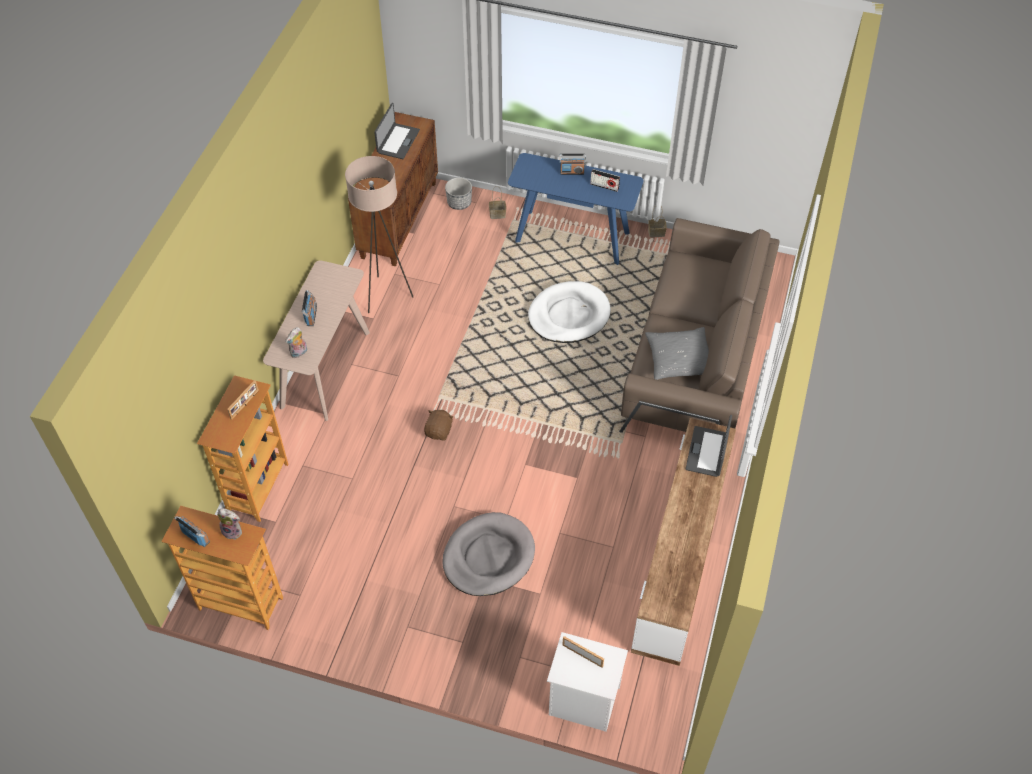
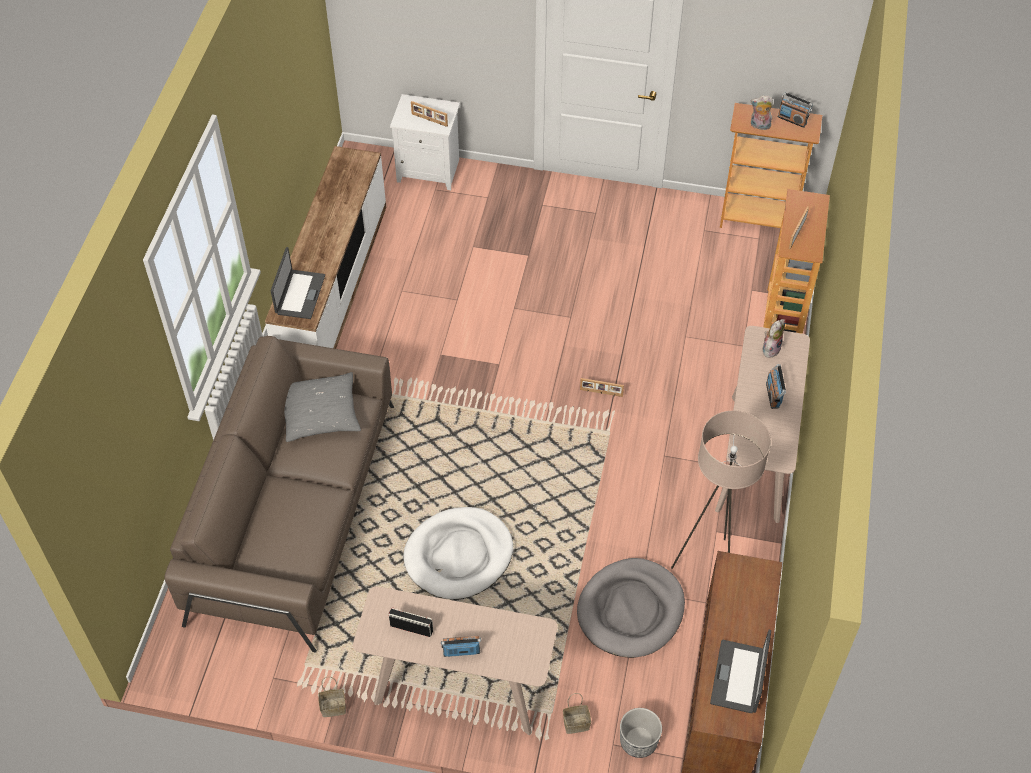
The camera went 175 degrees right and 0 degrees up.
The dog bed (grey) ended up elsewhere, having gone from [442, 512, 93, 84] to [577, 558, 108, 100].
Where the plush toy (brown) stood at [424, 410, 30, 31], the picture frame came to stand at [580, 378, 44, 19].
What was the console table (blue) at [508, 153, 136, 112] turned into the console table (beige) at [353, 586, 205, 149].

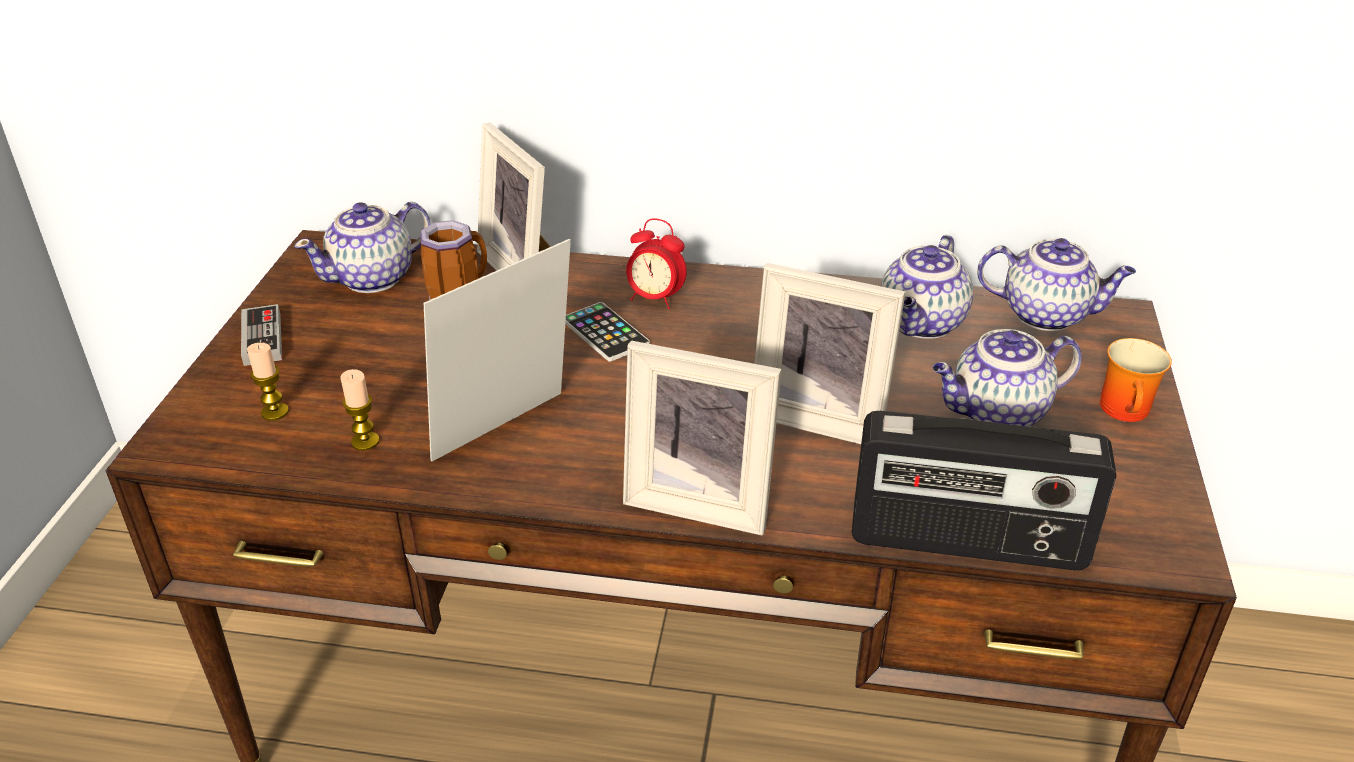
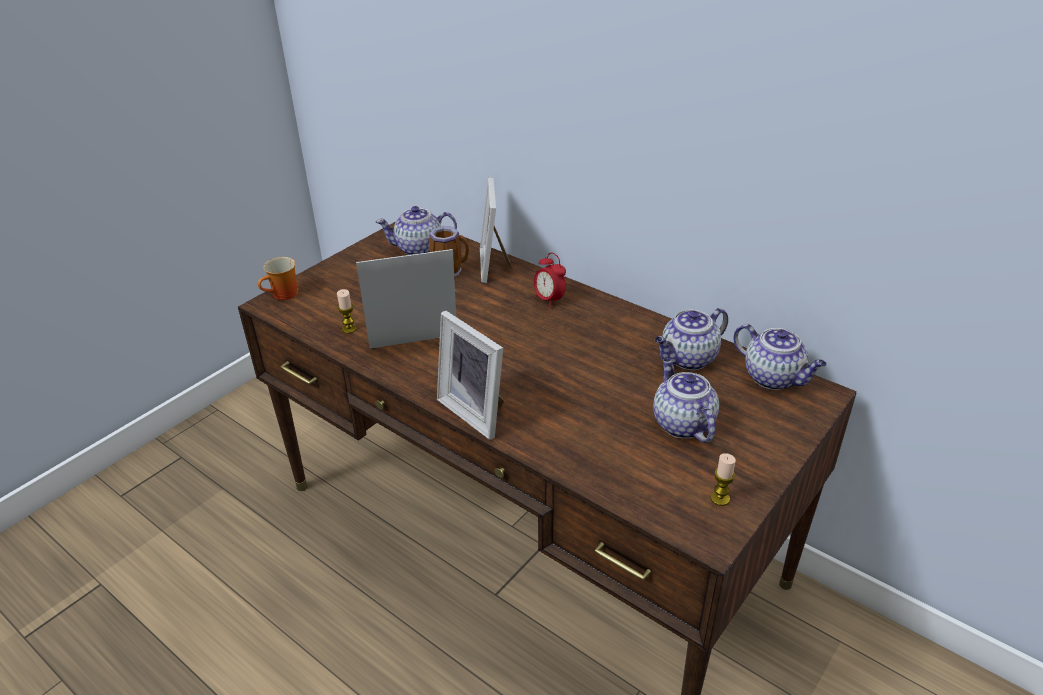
The camera went 30 degrees right and 0 degrees up.
The second view lost the game controller at [241, 304, 41, 62].
The second view lost the phone at [565, 302, 85, 60].
The second view lost the picture frame at [754, 263, 152, 181].
The second view lost the radio at [852, 411, 264, 159].
The candle ended up elsewhere, having gone from [247, 343, 42, 77] to [711, 453, 25, 53].
The mug ended up elsewhere, having gone from [1100, 338, 72, 84] to [258, 257, 40, 43].
The teapot at [933, 329, 149, 98] ended up facing another way, 60 degrees clockwise from before.

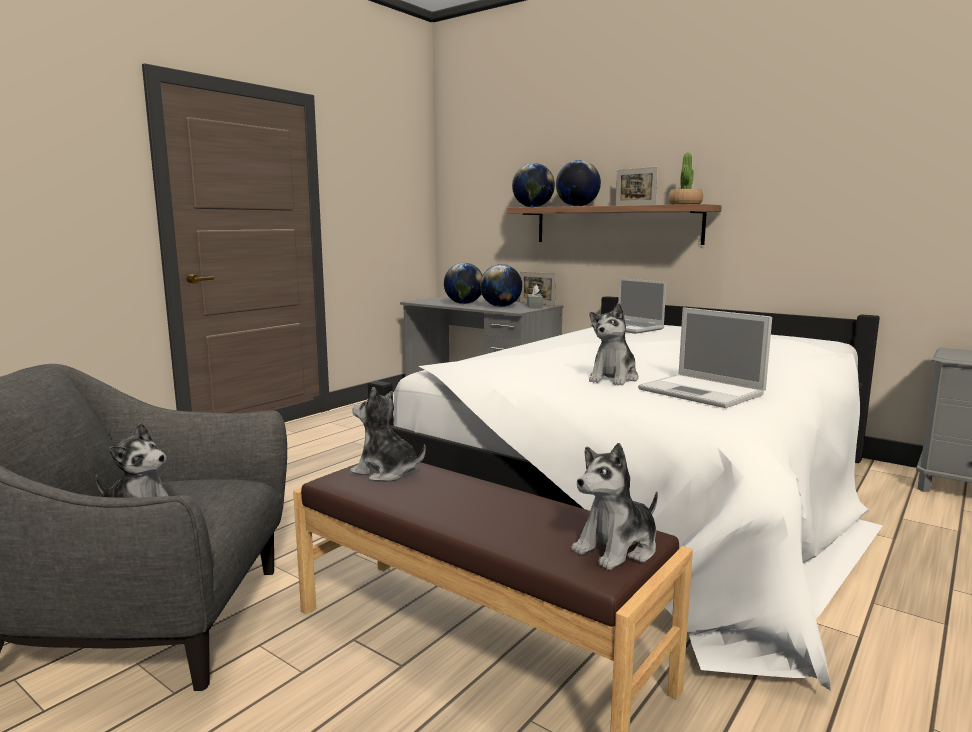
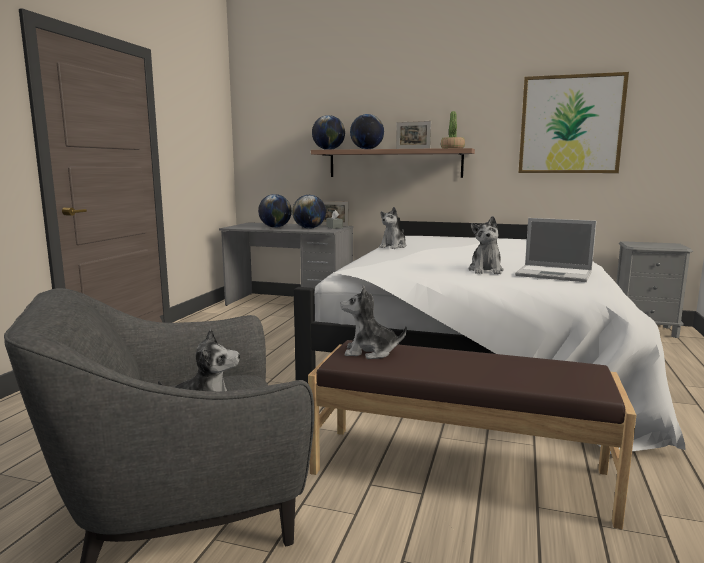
The camera went 20 degrees left and 0 degrees up.
The second view lost the laptop at [590, 278, 76, 56].
The second view gained the picture at [518, 72, 111, 101].
The plush toy ended up elsewhere, having gone from [571, 443, 87, 127] to [379, 207, 27, 42].

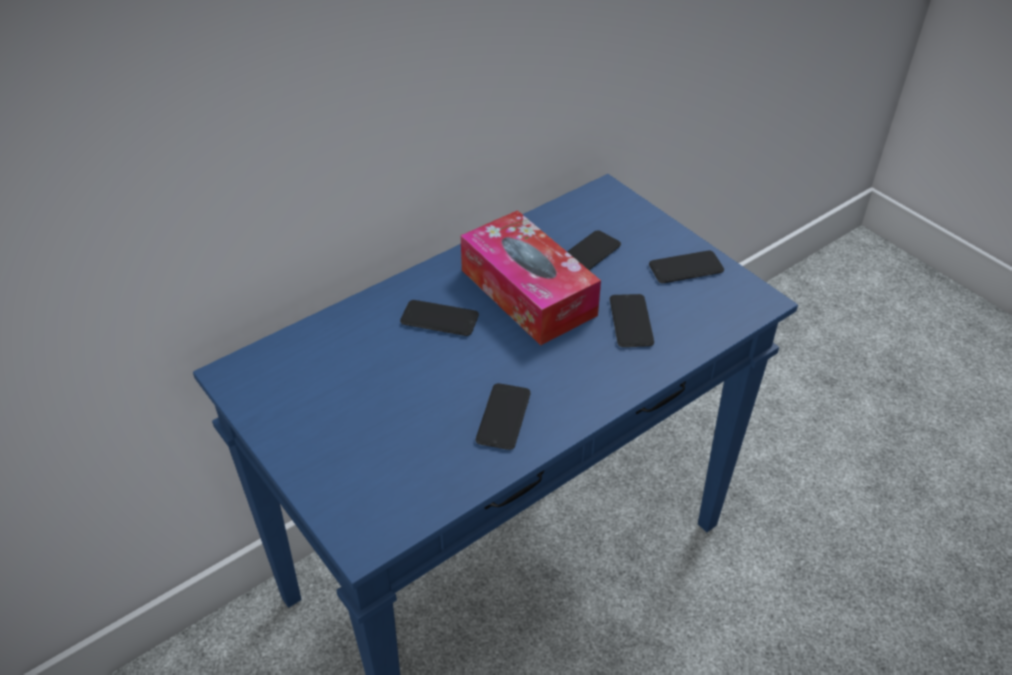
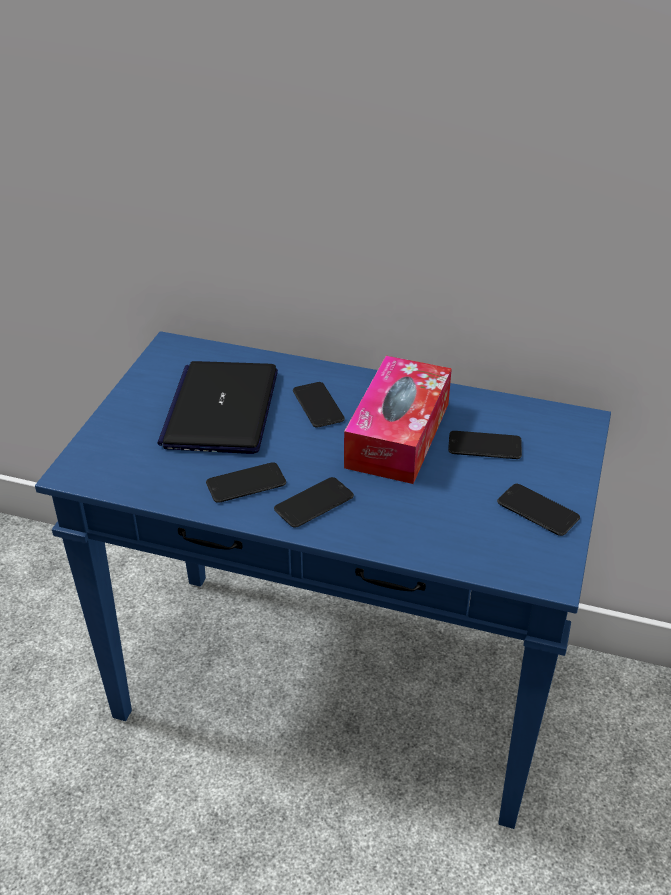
The camera went 55 degrees right and 5 degrees down.
The second view gained the laptop at [158, 361, 120, 93].
The phone ended up elsewhere, having gone from [610, 294, 44, 53] to [274, 477, 80, 51].

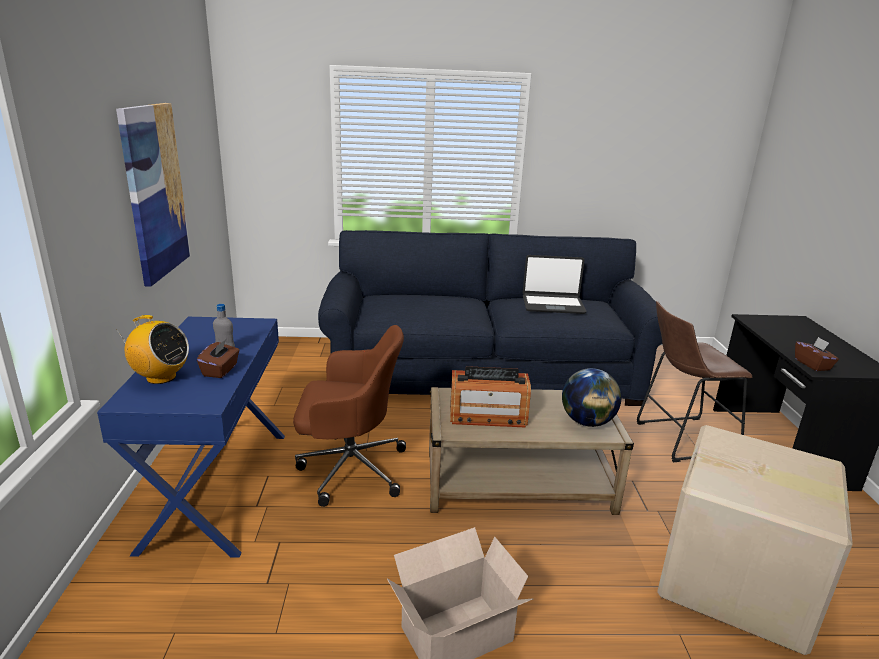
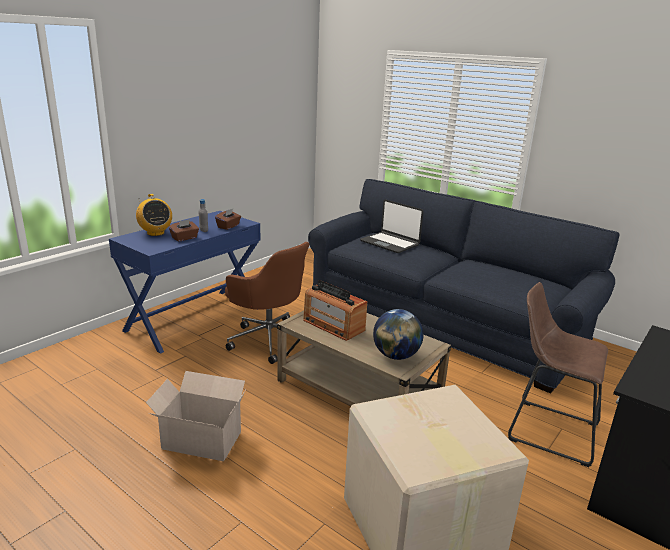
The camera went 40 degrees right and 0 degrees up.
The second view lost the picture at [116, 103, 75, 184].
The laptop ended up elsewhere, having gone from [523, 255, 64, 59] to [360, 199, 64, 54].
The tissue box (brown) ended up elsewhere, having gone from [795, 337, 44, 34] to [215, 208, 26, 22].

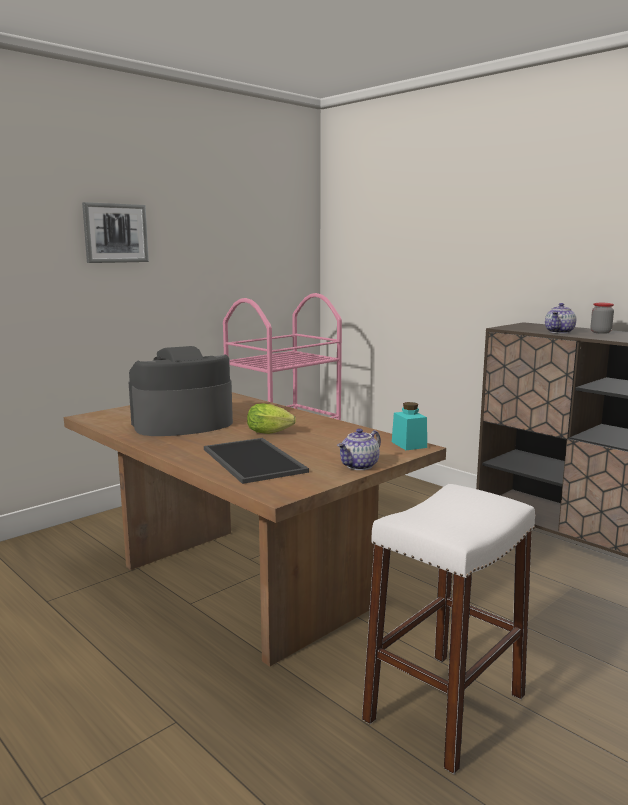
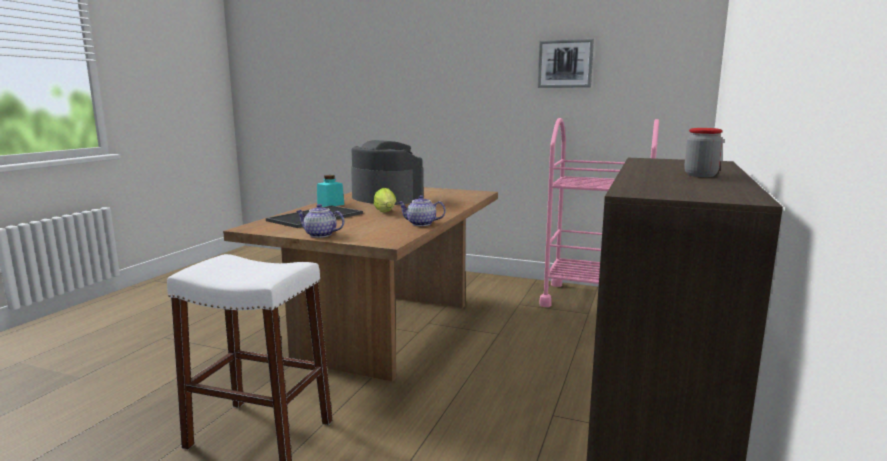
The camera went 65 degrees right and 0 degrees up.
The picture ended up elsewhere, having gone from [82, 202, 67, 61] to [538, 39, 56, 49].
The jar (turquoise) ended up elsewhere, having gone from [392, 402, 35, 48] to [317, 175, 27, 32].
The teapot ended up elsewhere, having gone from [545, 303, 31, 31] to [397, 195, 49, 31].

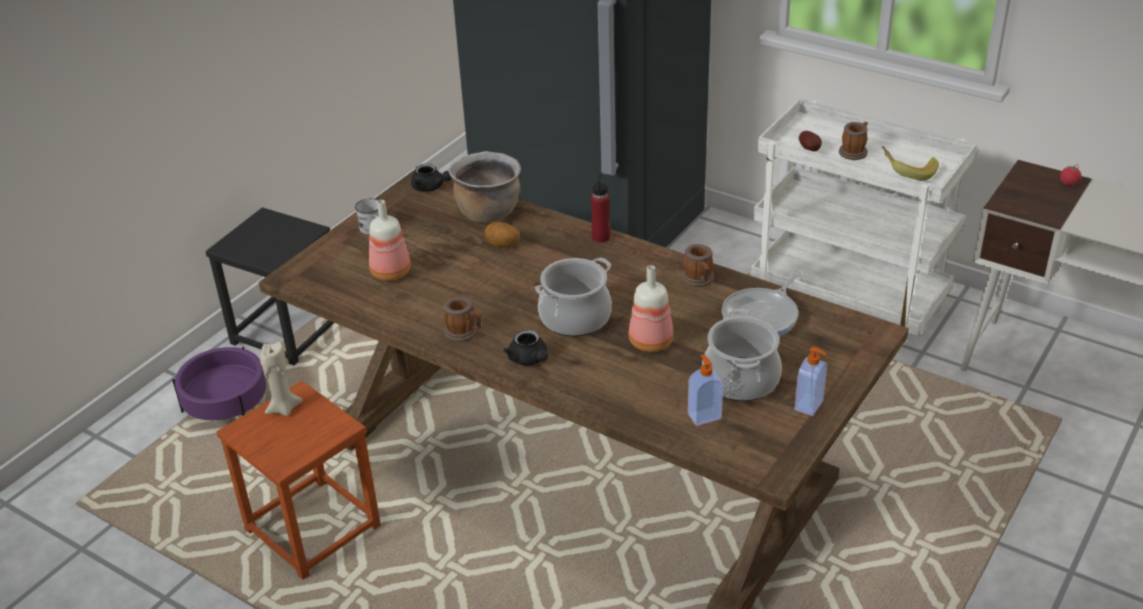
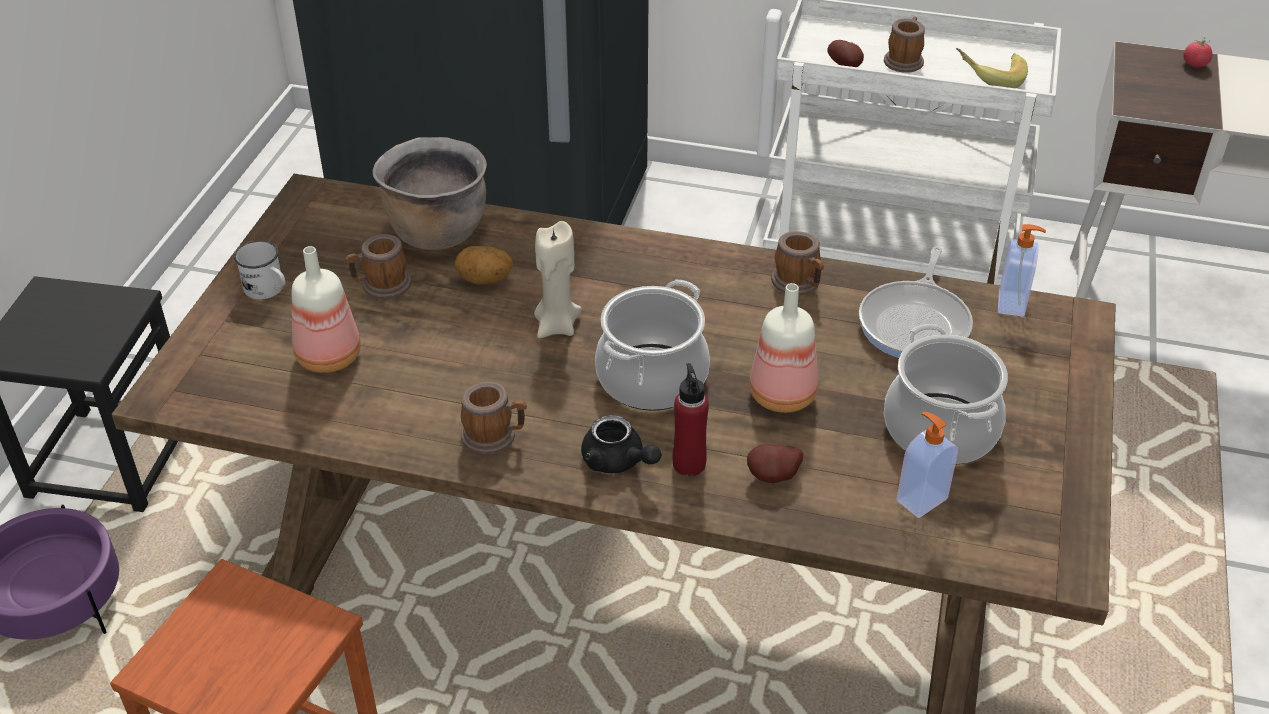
The camera went 20 degrees left and 5 degrees up.
The second view lost the teapot (black) at [411, 164, 41, 28].
The second view gained the mug at [345, 234, 66, 65].
The second view gained the potato at [747, 444, 56, 39].
The candle (beige) ended up elsewhere, having gone from [260, 342, 43, 74] to [534, 221, 48, 117].
The bottle (red) ended up elsewhere, having gone from [591, 174, 19, 69] to [673, 363, 36, 113].
The soap dispenser ended up elsewhere, having gone from [795, 347, 32, 69] to [998, 224, 48, 93].

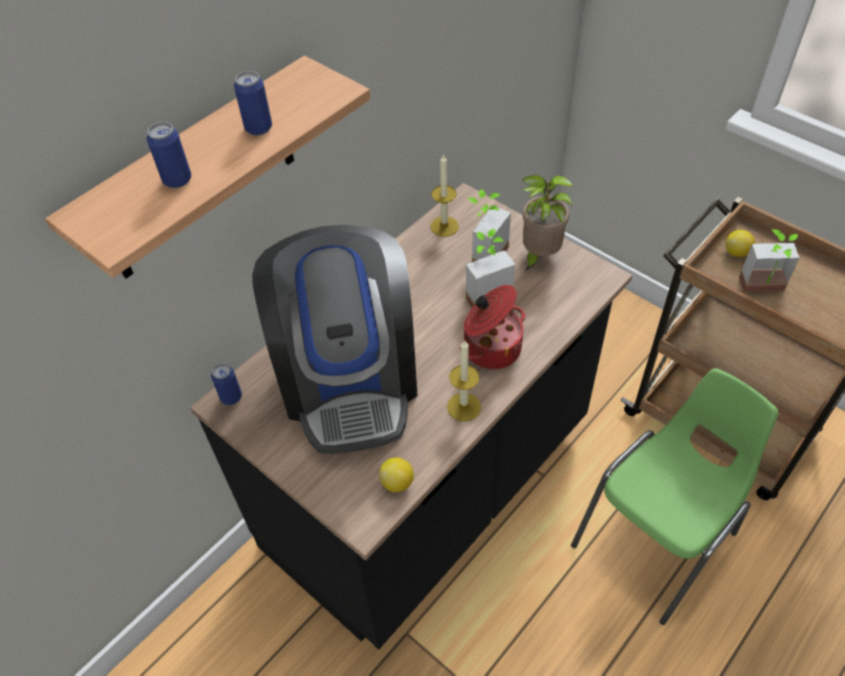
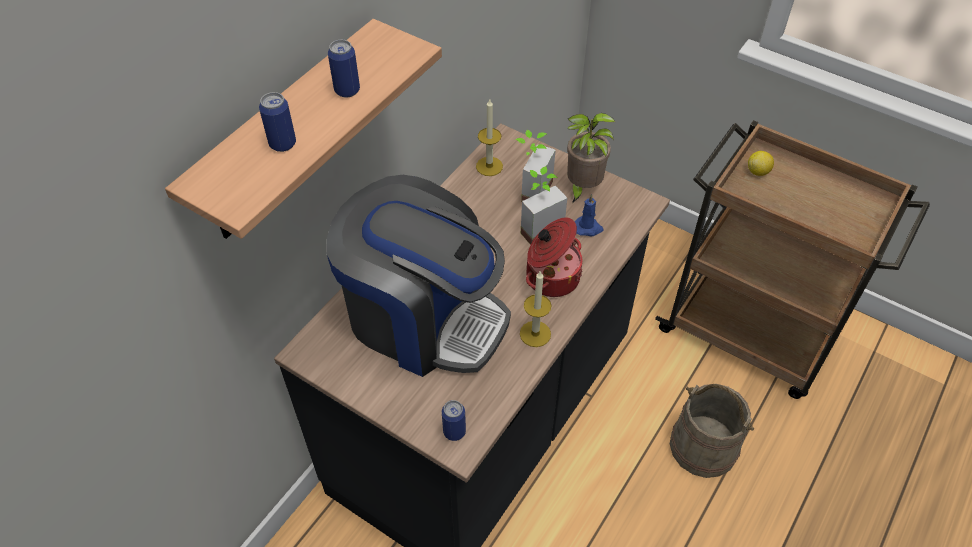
The camera went 10 degrees left and 0 degrees up.
The second view lost the lemon at [379, 457, 35, 35].
The second view lost the potted plant at [739, 229, 61, 63].
The second view gained the candle (blue) at [574, 194, 30, 42].
The can ended up elsewhere, having gone from [211, 363, 31, 42] to [442, 400, 24, 41].
Where the chair (green) stood at [571, 368, 207, 257], the bucket (beige) came to stand at [670, 384, 85, 94].
The coffee machine at [252, 225, 165, 229] ended up facing another way, 45 degrees counterclockwise from before.

